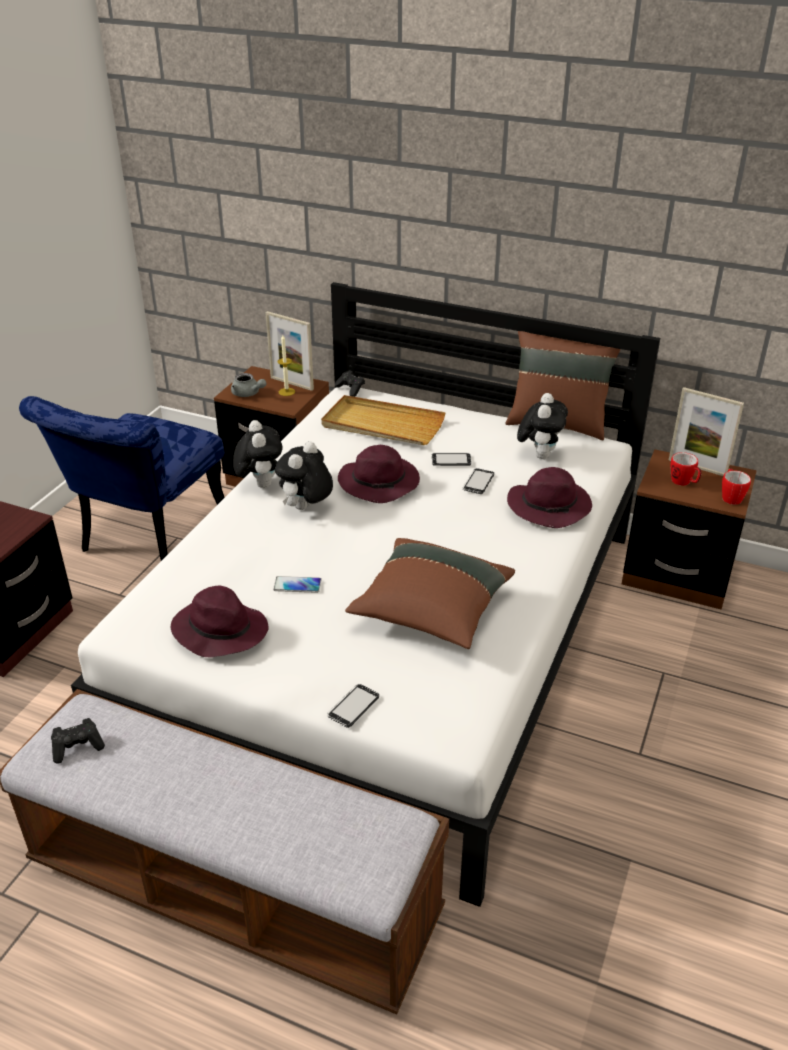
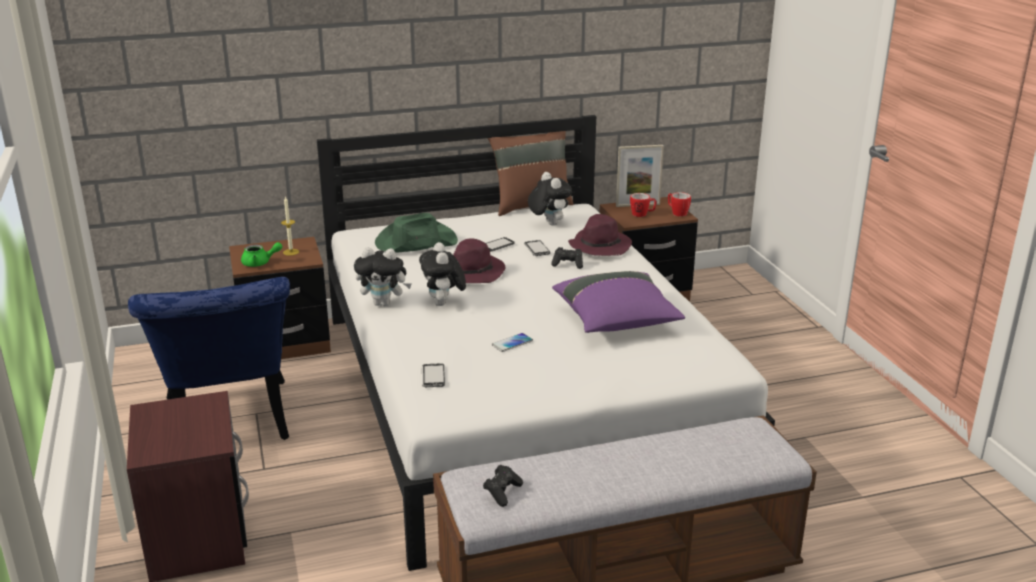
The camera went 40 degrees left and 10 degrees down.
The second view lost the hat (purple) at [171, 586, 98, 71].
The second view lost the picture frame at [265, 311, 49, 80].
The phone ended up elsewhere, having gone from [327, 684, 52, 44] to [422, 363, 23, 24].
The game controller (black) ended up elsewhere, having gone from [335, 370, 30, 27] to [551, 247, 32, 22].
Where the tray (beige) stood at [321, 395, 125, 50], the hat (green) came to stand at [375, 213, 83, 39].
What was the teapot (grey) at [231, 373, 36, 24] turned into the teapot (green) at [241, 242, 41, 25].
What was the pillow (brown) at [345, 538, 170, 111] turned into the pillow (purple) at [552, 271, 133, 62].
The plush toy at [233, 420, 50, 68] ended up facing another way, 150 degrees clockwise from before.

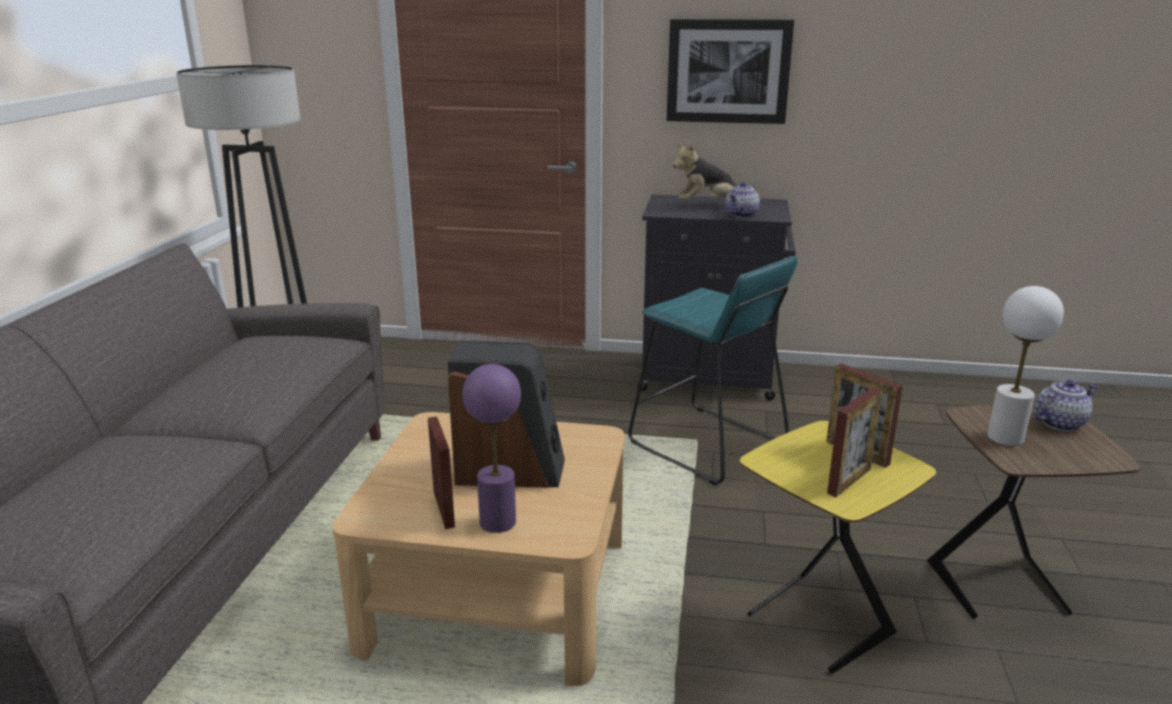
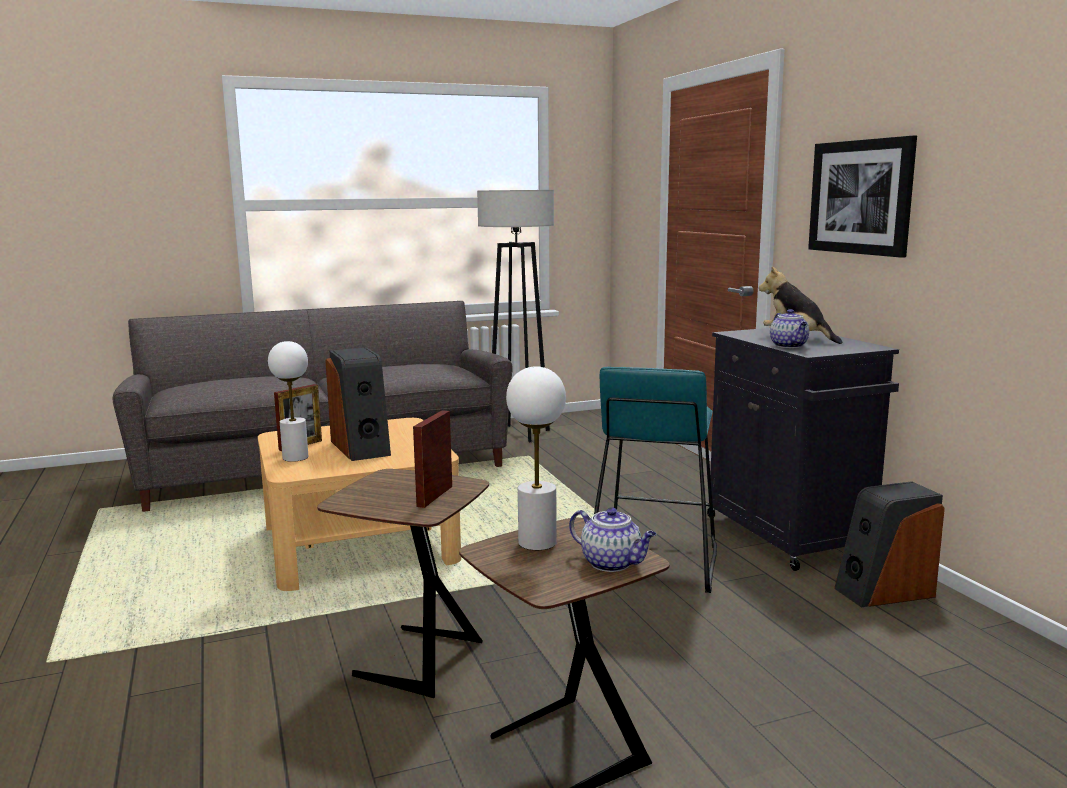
The camera went 60 degrees right and 10 degrees down.
The second view lost the picture frame at [827, 387, 56, 110].
The second view gained the speaker at [834, 481, 111, 127].
What was the table lamp (purple) at [462, 364, 59, 169] turned into the table lamp (white) at [268, 341, 40, 121].
What was the side table (yellow) at [740, 421, 196, 253] turned into the side table (brown) at [317, 469, 172, 229].
The teapot at [725, 182, 35, 36] ended up facing another way, 105 degrees counterclockwise from before.

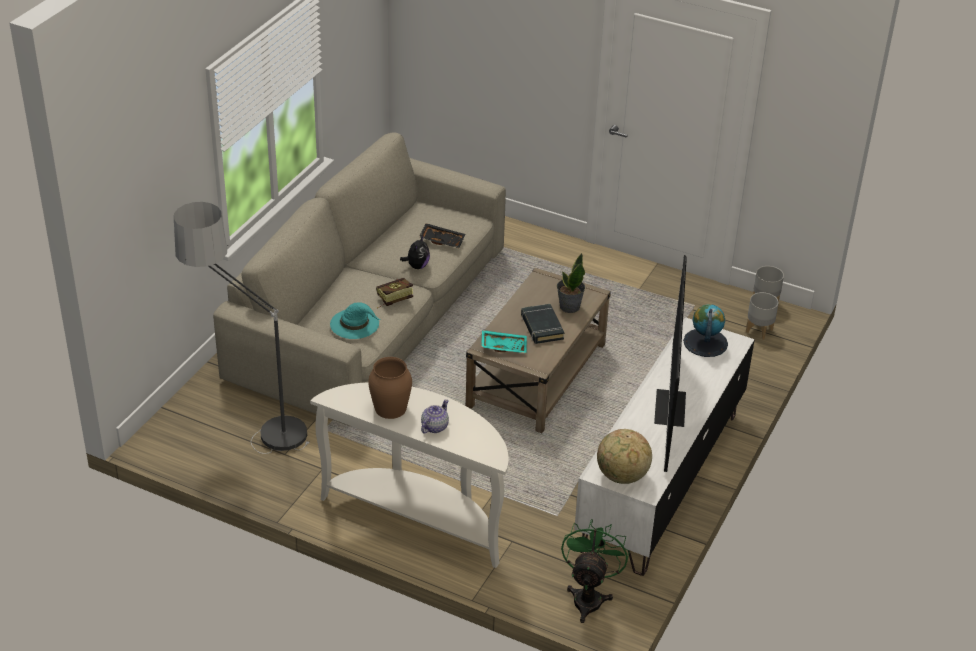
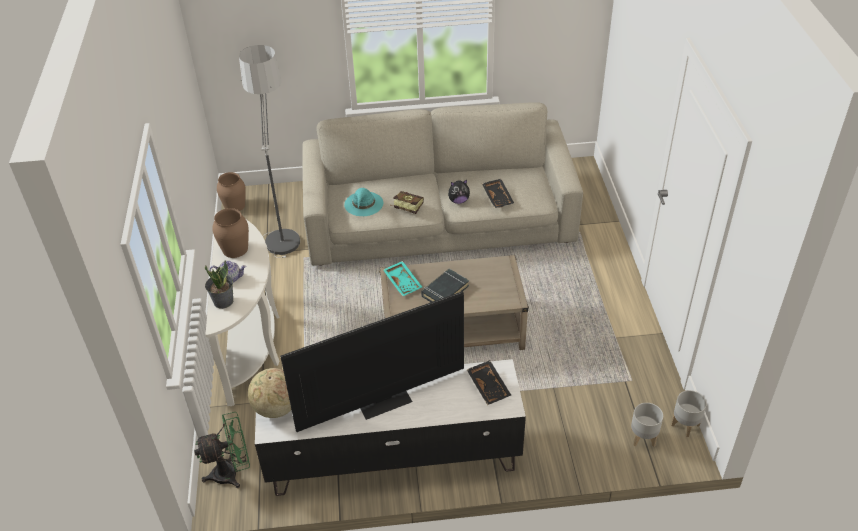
The camera went 60 degrees right and 5 degrees up.
The second view gained the vase (brown) at [217, 172, 29, 39].
The potted plant ended up elsewhere, having gone from [557, 253, 28, 60] to [205, 260, 28, 49].
Where the globe stood at [683, 304, 45, 53], the tray (black) came to stand at [467, 360, 44, 45].

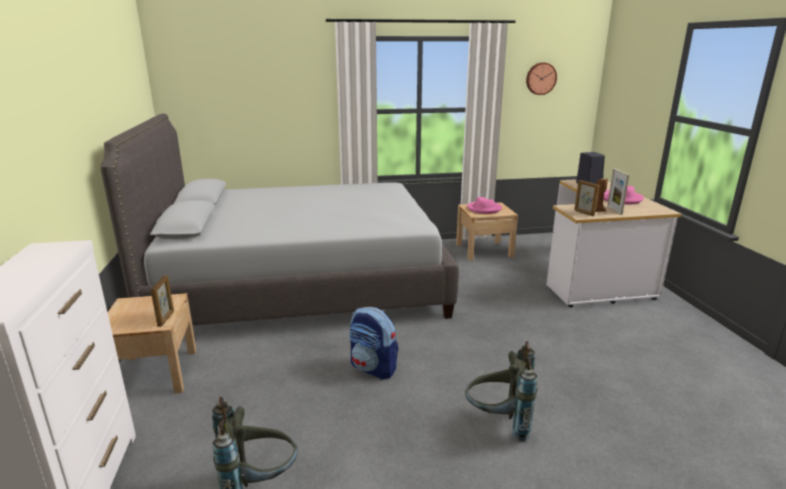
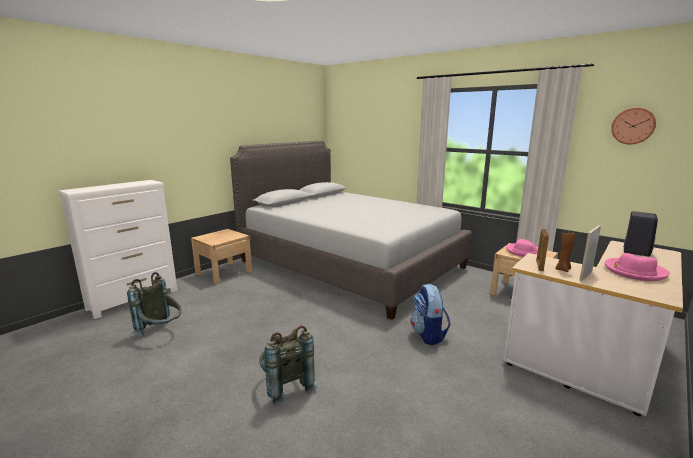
The camera went 50 degrees right and 5 degrees down.
The second view lost the picture frame at [151, 275, 23, 52].
The backpack ended up elsewhere, having gone from [350, 307, 48, 73] to [411, 284, 40, 61].

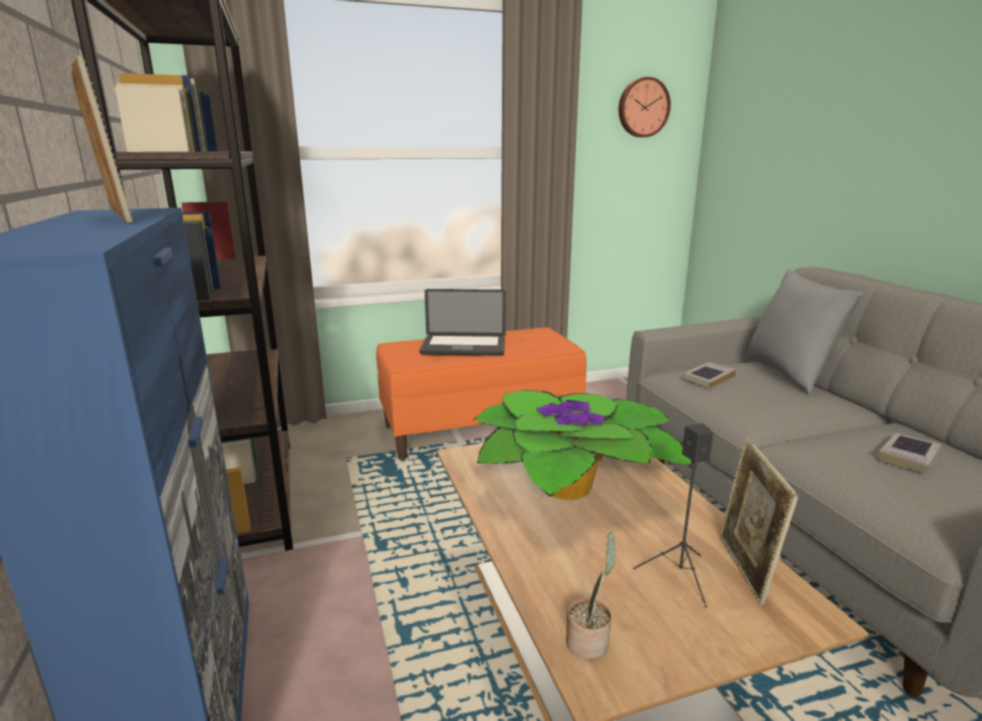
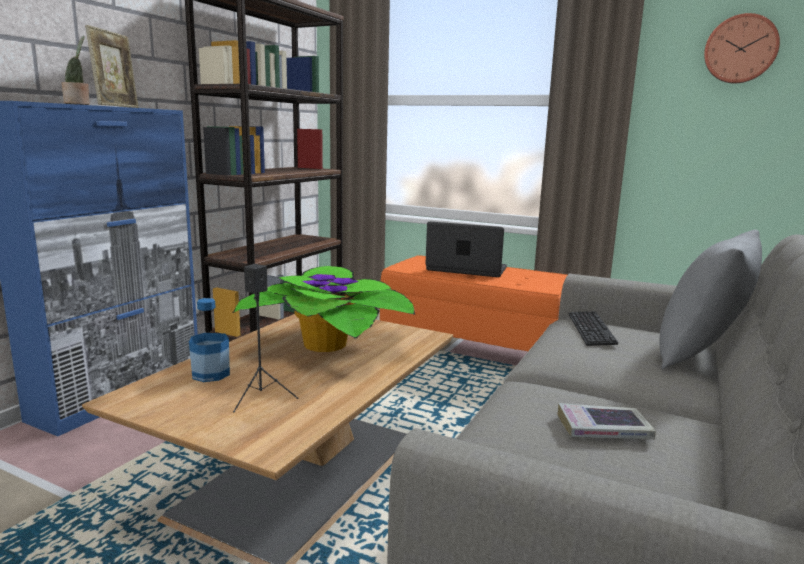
The camera went 45 degrees right and 5 degrees down.
The second view lost the picture frame at [719, 438, 80, 167].
The second view gained the bottle at [189, 298, 41, 84].
The potted plant ended up elsewhere, having gone from [566, 532, 50, 128] to [62, 36, 28, 69].
Where the book stood at [683, 362, 53, 26], the keyboard came to stand at [569, 311, 50, 35].
The laptop at [420, 289, 86, 67] ended up facing another way, 150 degrees clockwise from before.

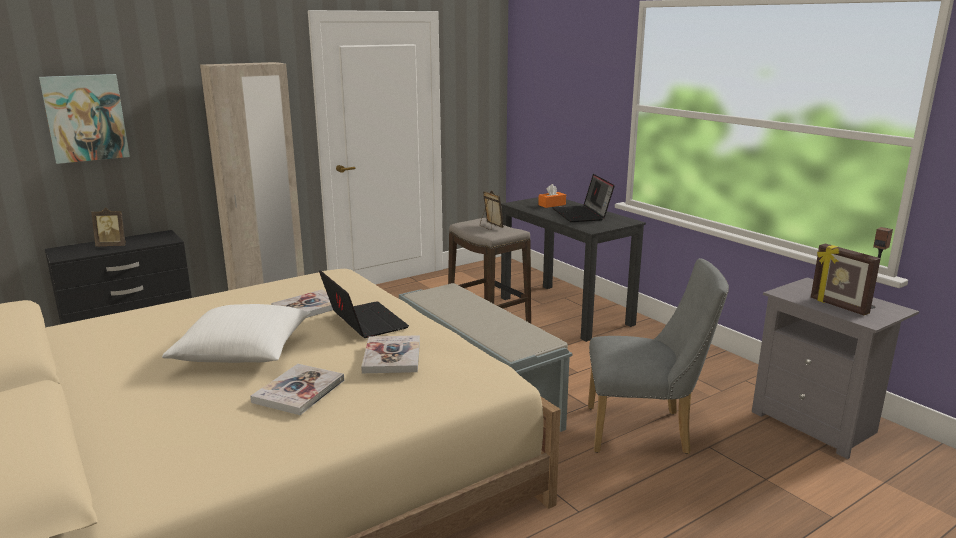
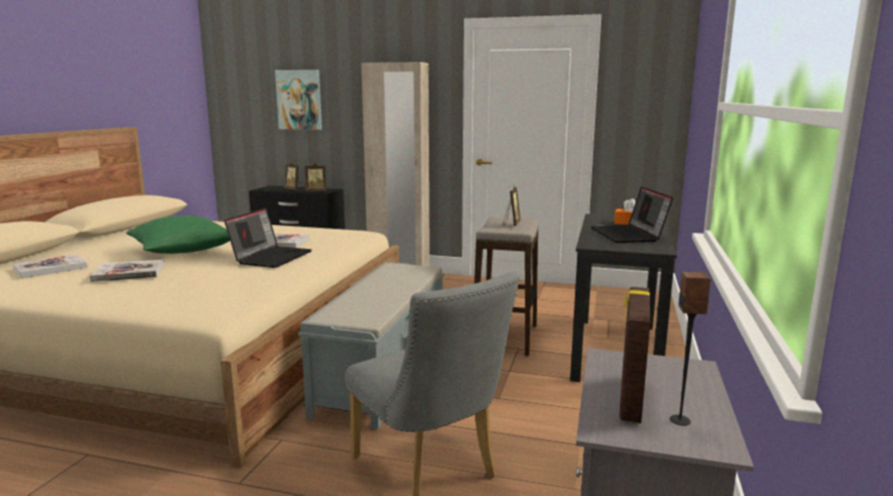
The camera went 50 degrees right and 5 degrees down.
The second view gained the picture frame at [305, 163, 21, 28].
The book ended up elsewhere, having gone from [361, 335, 59, 38] to [13, 254, 74, 25].
What was the pillow (white) at [162, 304, 149, 59] turned into the pillow (green) at [126, 216, 104, 38].
The laptop at [553, 174, 62, 48] ended up facing another way, 45 degrees counterclockwise from before.

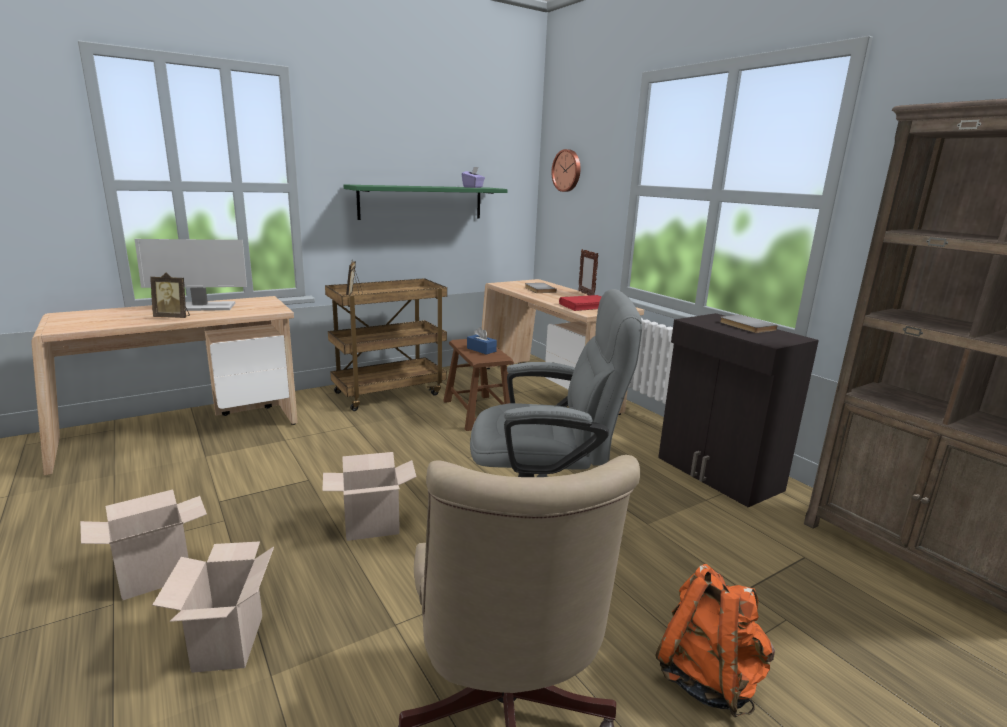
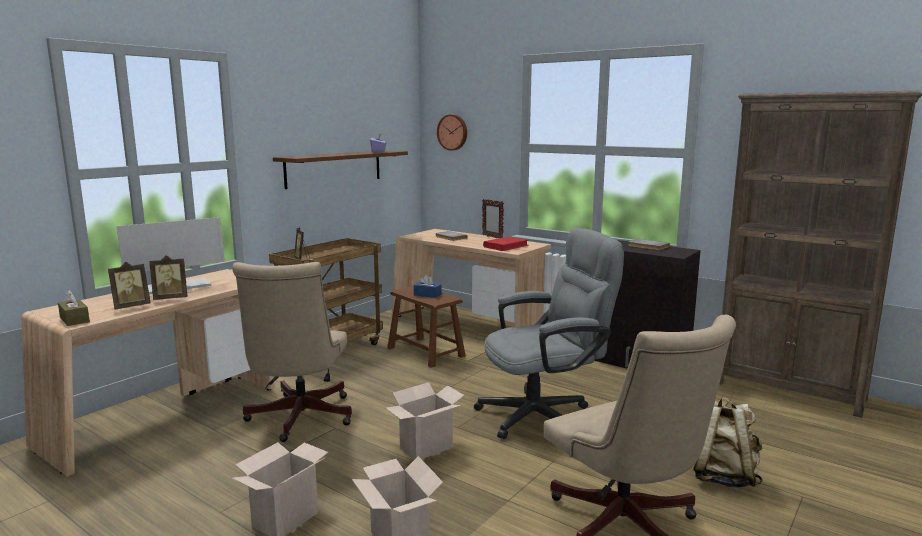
The camera went 20 degrees left and 5 degrees down.
The second view gained the tissue box (brown) at [58, 290, 32, 36].
The second view gained the picture frame at [108, 262, 42, 47].
The second view gained the office chair (beige) at [232, 262, 120, 180].
What was the shelf (green) at [344, 185, 164, 35] turned into the shelf (brown) at [273, 150, 135, 39].
What was the backpack (orange) at [655, 564, 120, 154] turned into the backpack (beige) at [694, 397, 68, 91].

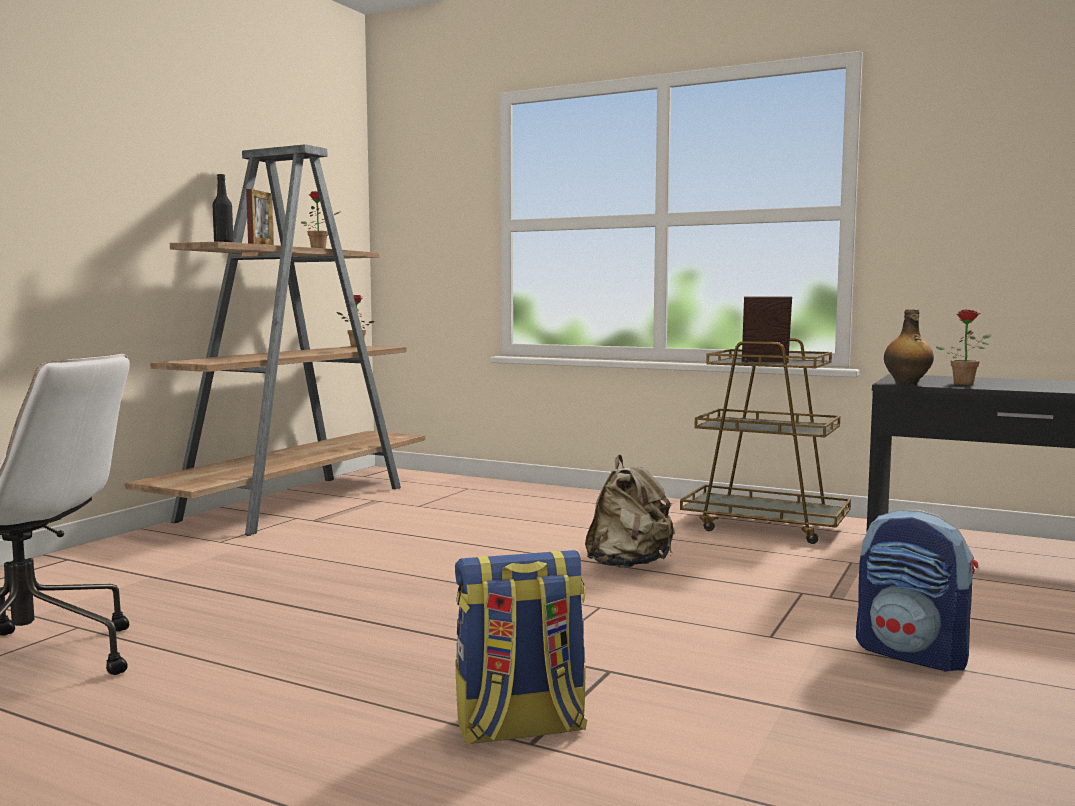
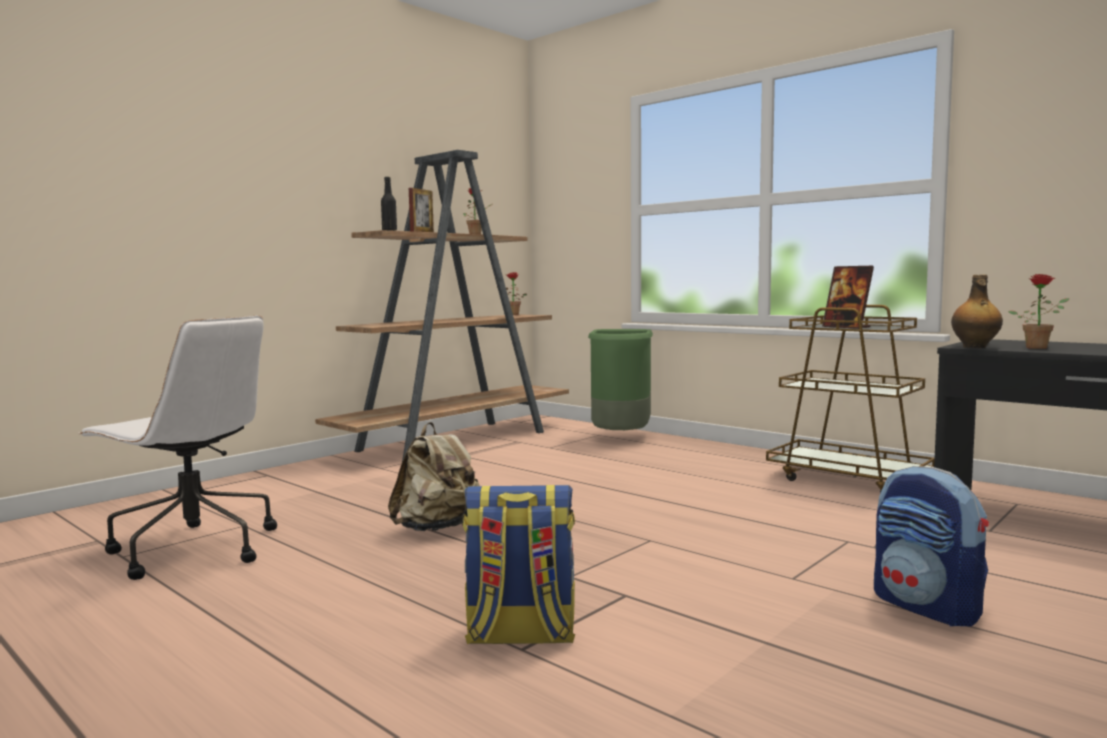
The camera went 15 degrees right and 0 degrees up.
The second view gained the trash can (green) at [588, 329, 65, 101].
The backpack (beige) ended up elsewhere, having gone from [585, 455, 90, 113] to [388, 422, 92, 109].
The picture frame at [742, 297, 50, 66] ended up facing another way, 150 degrees counterclockwise from before.

